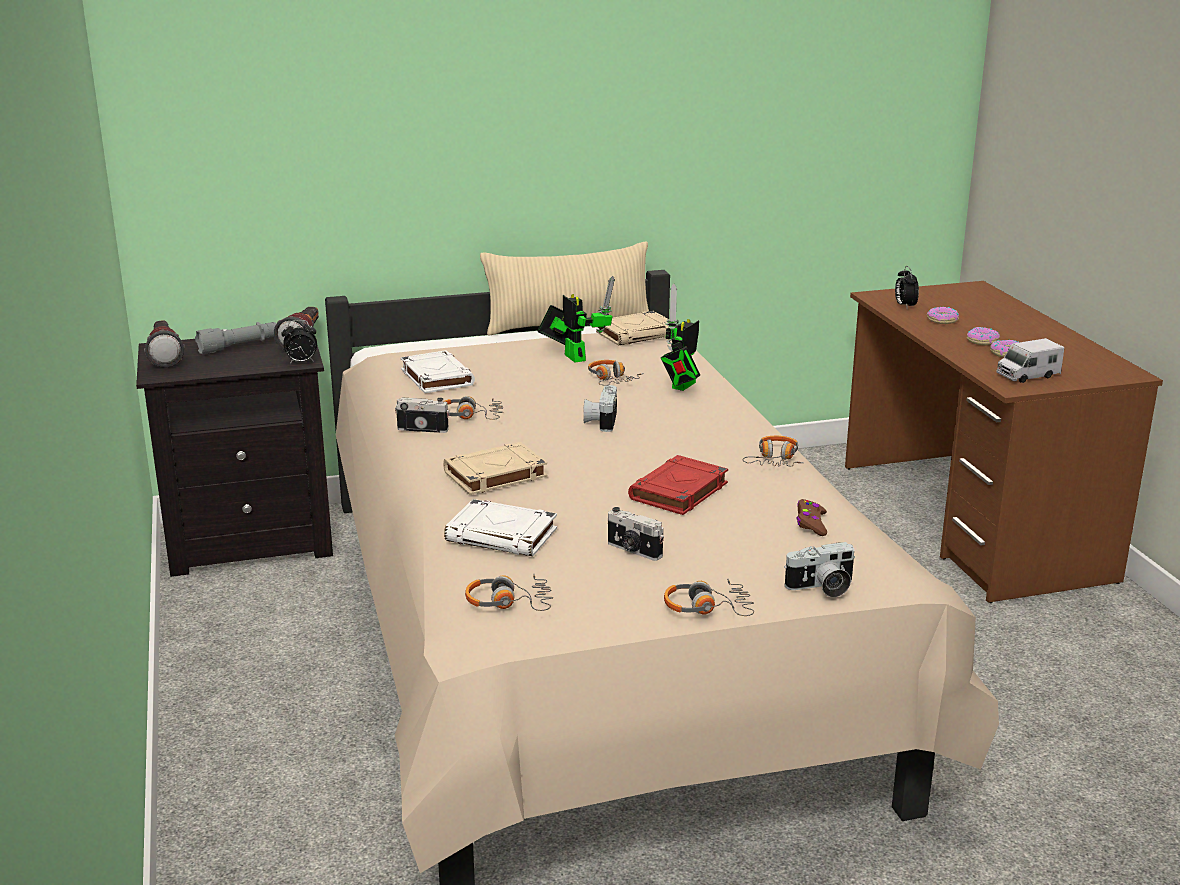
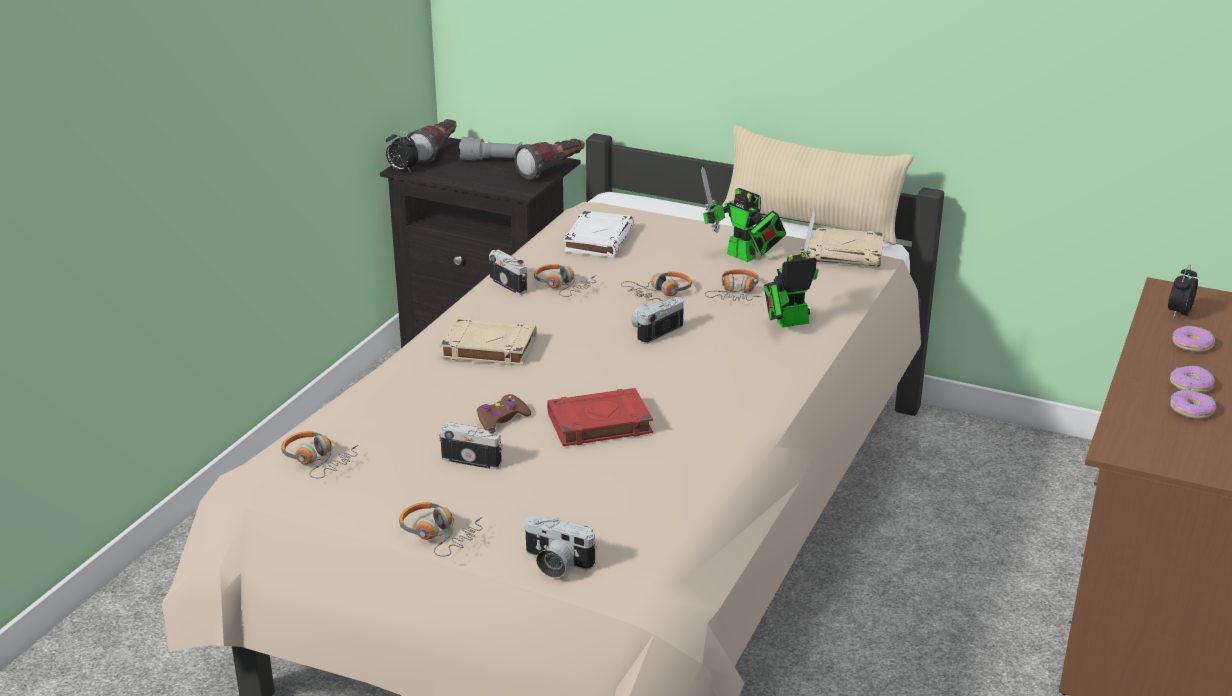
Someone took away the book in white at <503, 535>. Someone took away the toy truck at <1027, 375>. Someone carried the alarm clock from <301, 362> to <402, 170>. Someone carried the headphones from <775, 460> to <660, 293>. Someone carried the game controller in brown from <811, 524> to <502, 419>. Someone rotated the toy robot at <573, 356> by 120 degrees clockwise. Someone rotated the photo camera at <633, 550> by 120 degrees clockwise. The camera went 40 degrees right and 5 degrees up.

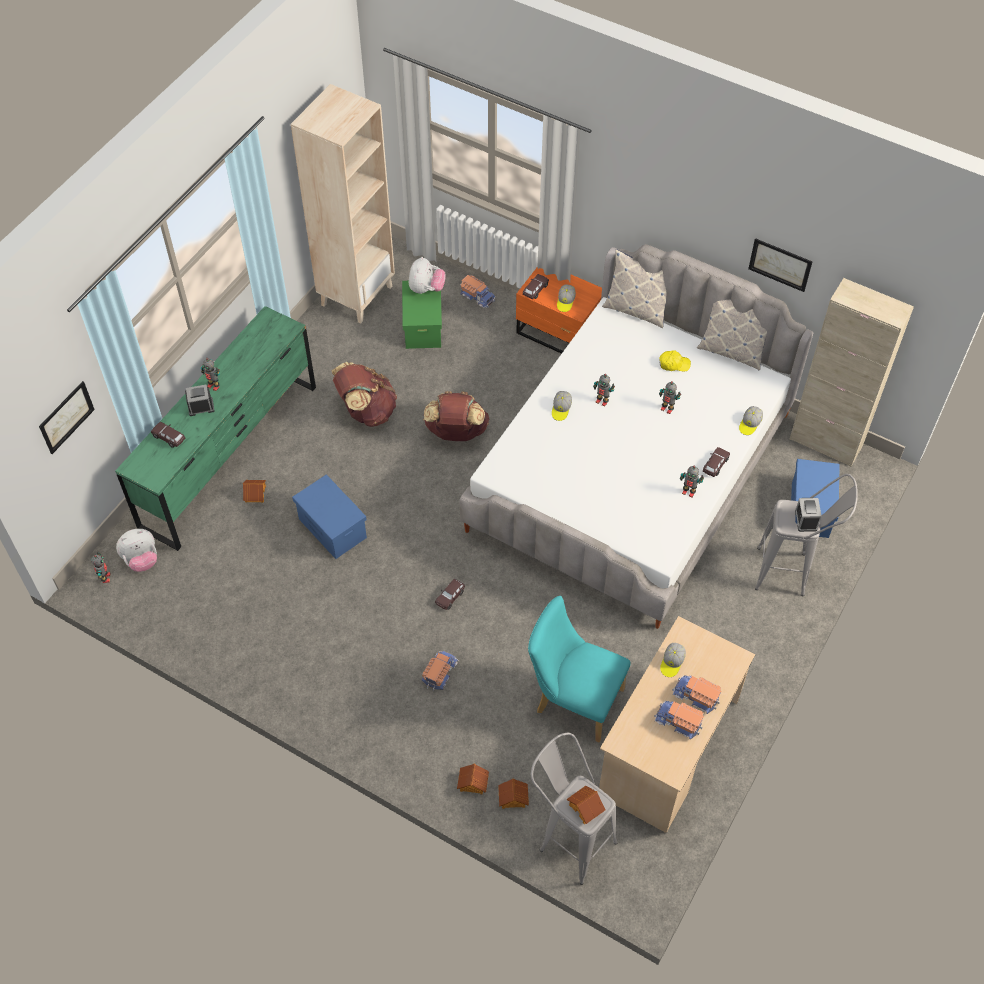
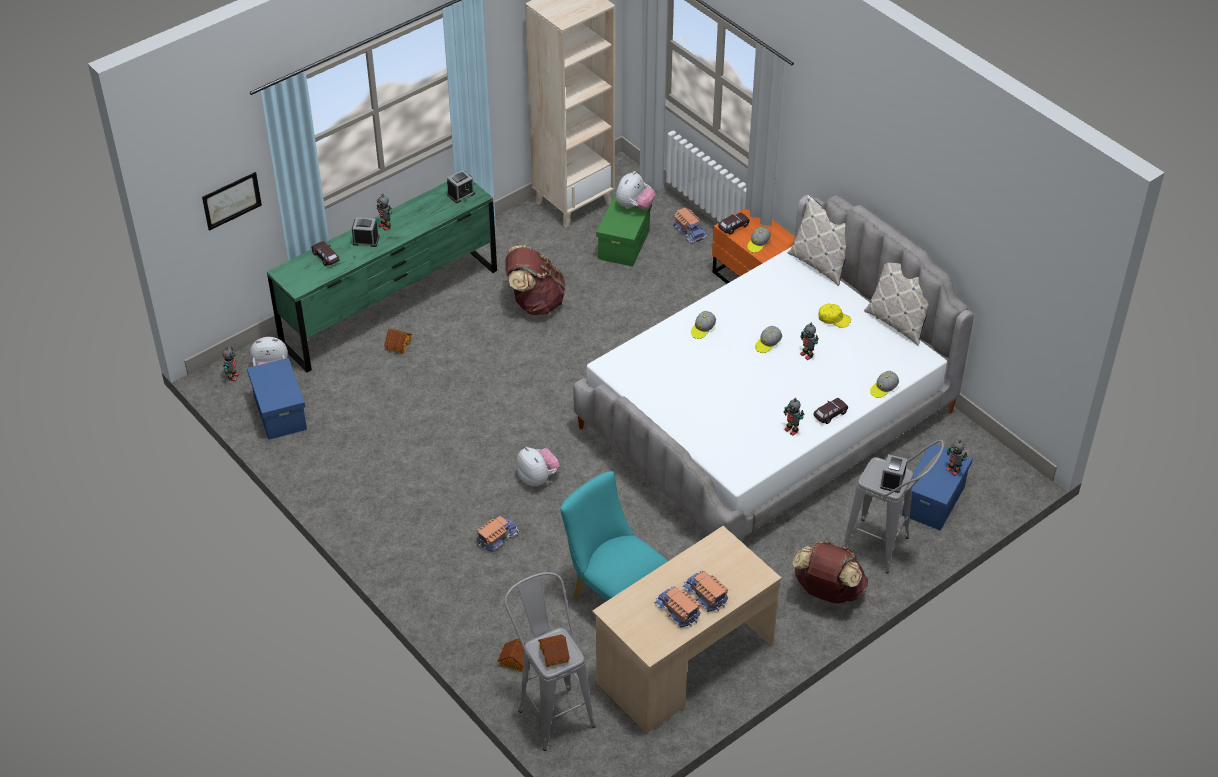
Someone took away the toy house at <472, 783>. Someone took away the picture at <780, 264>. Someone took away the cabinet in beige at <825, 443>. Someone put down the alarm clock at <461, 194>. Someone carried the storage box in blue from <332, 528> to <279, 412>. Someone carried the backpack in brown from <456, 433> to <827, 592>. Someone carried the toy robot from <602, 401> to <953, 470>. Someone carried the cap from <672, 662> to <768, 344>. Someone swapped the toy car in brown at <450, 597> for the plush toy at <538, 478>. The camera went 20 degrees right and 10 degrees down.

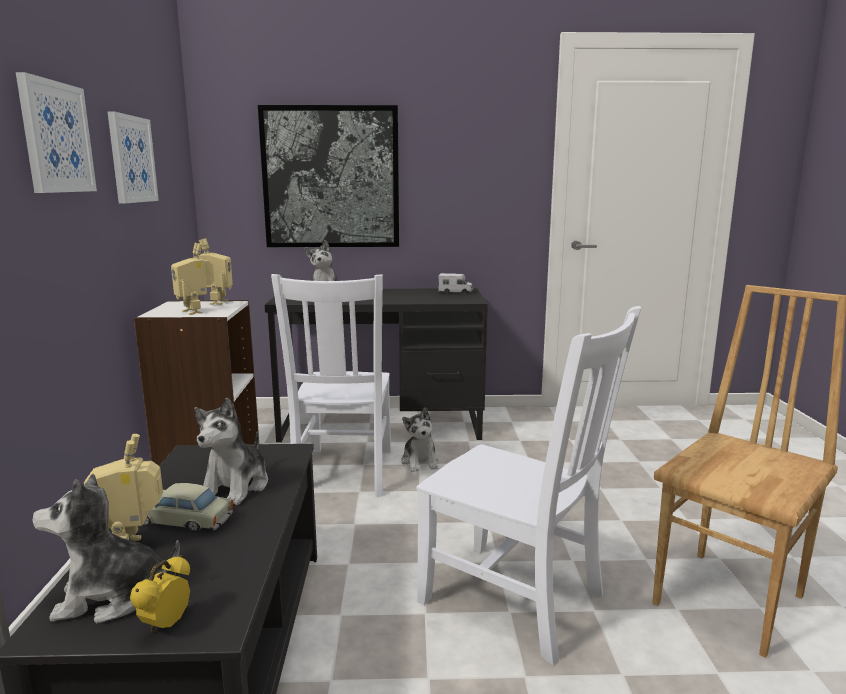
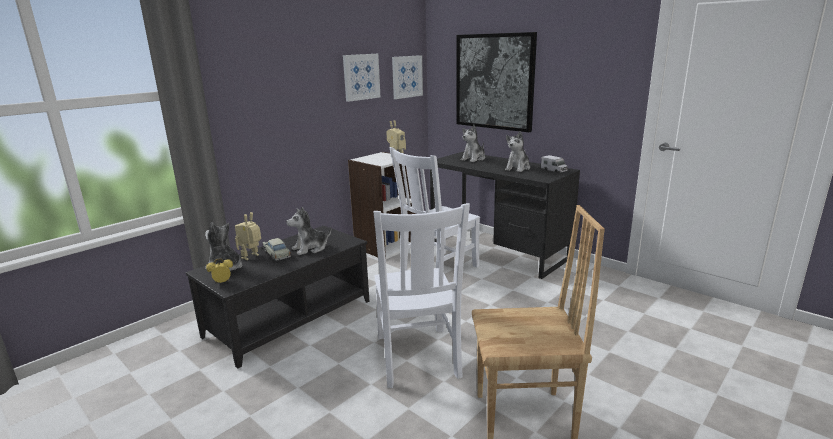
Someone took away the toy robot at <196, 311>. Someone carried the picture from <56, 137> to <407, 76>. Someone carried the plush toy from <420, 462> to <517, 168>. The camera went 45 degrees right and 5 degrees up.

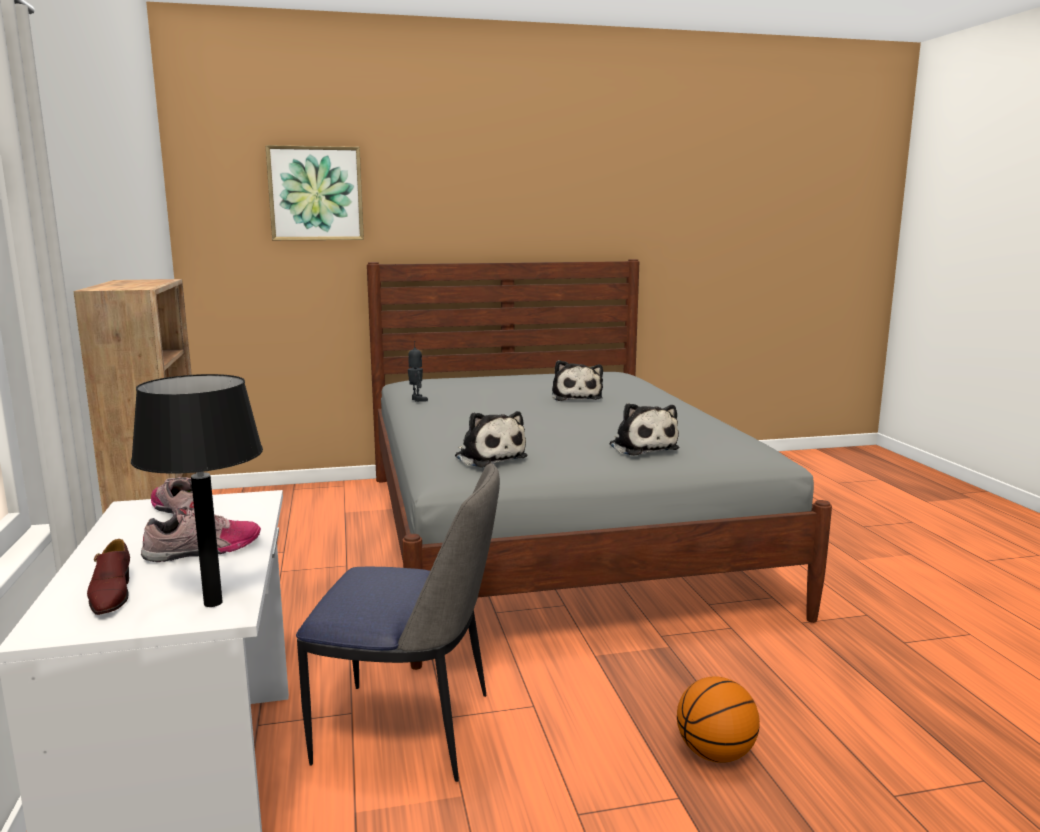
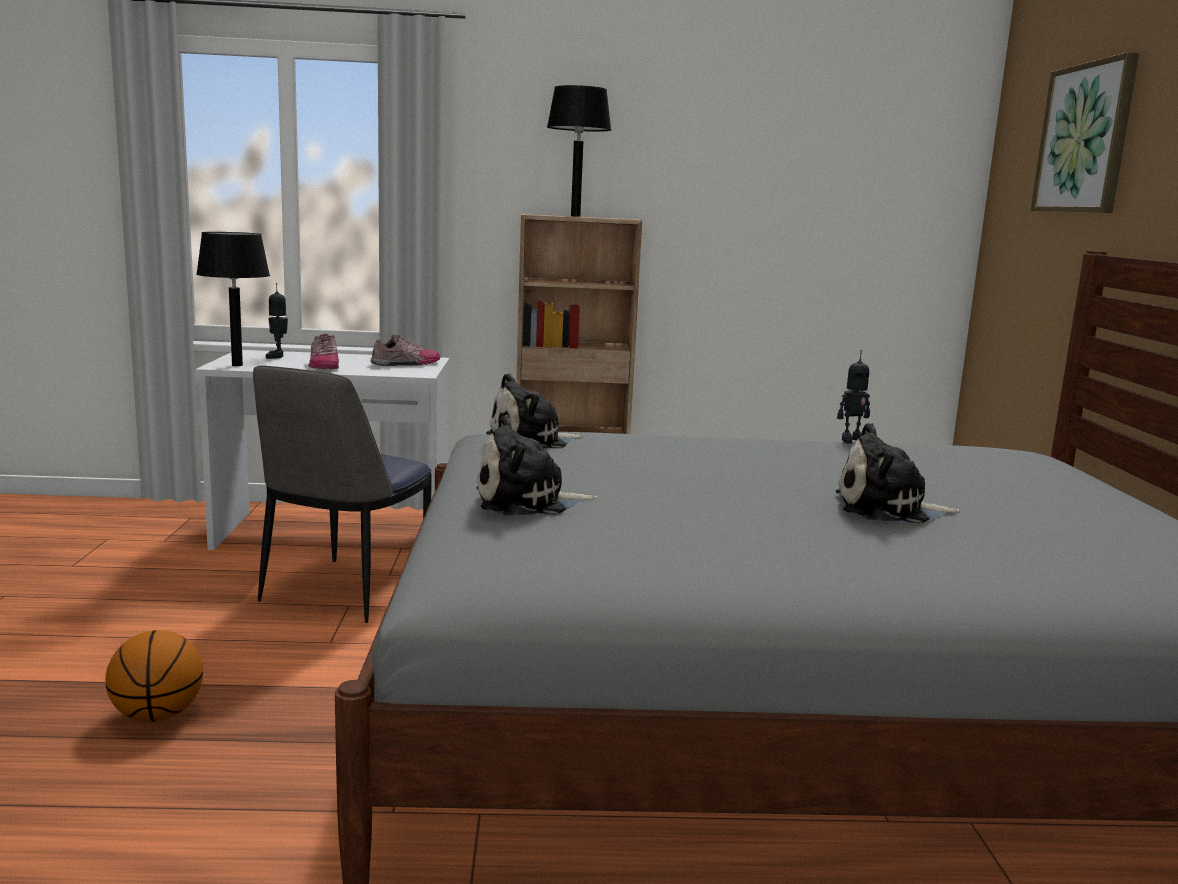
Someone put down the table lamp in black at <576, 216>. Someone swapped the shoe in brown at <111, 595> for the toy robot at <277, 357>. The camera went 100 degrees right and 0 degrees up.

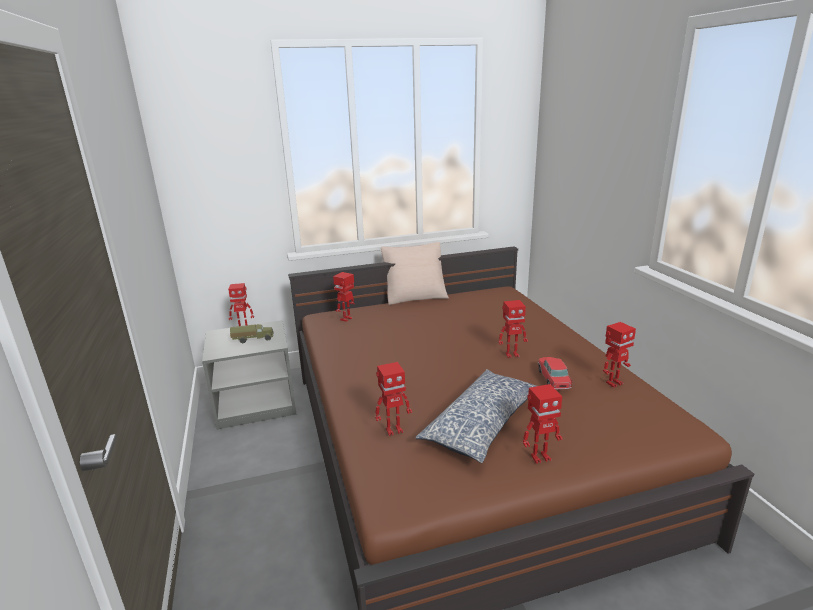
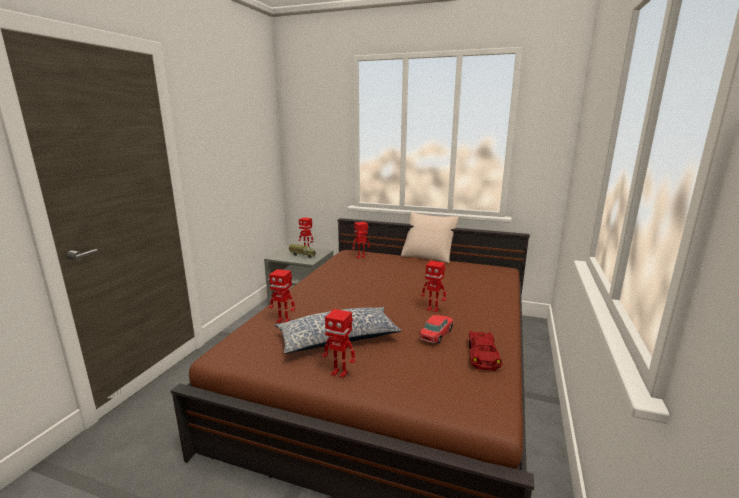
Someone swapped the toy robot at <613, 383> for the toy car in red at <482, 355>. The camera went 35 degrees right and 5 degrees down.

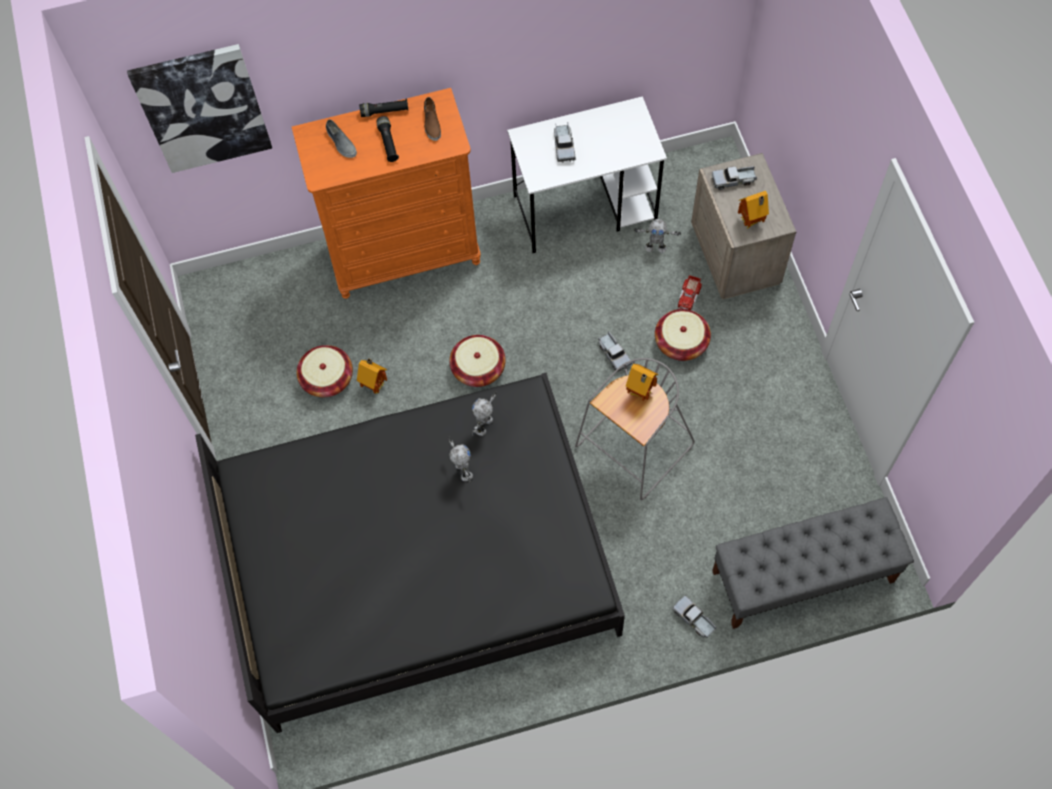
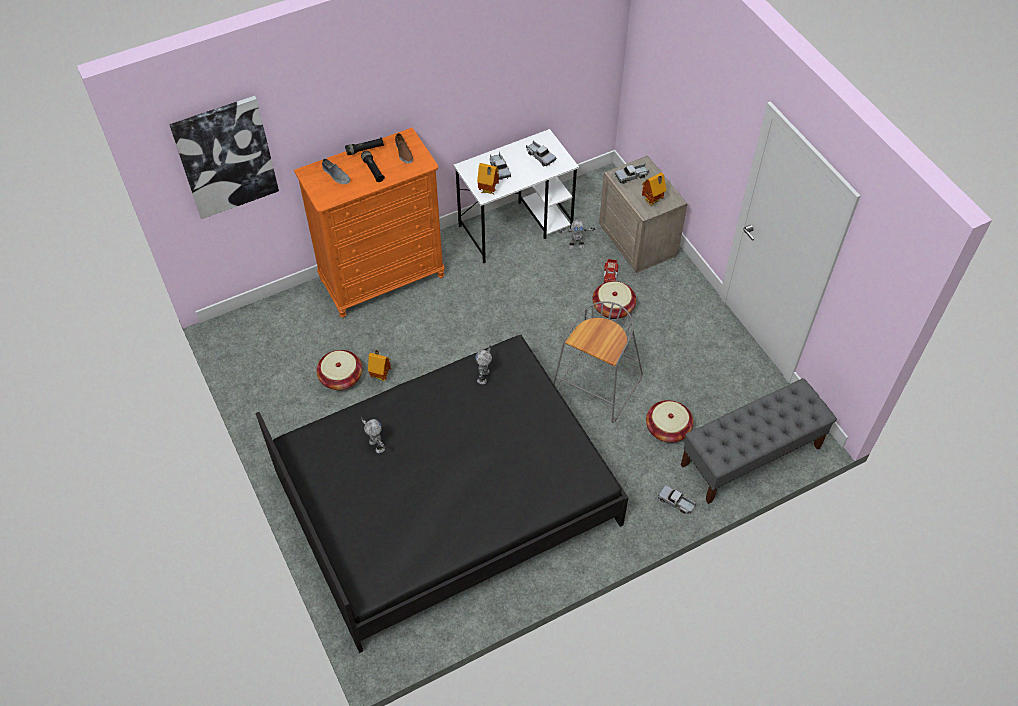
Someone carried the toy robot from <462, 471> to <376, 445>. Someone carried the basket from <478, 368> to <667, 428>. Someone carried the toy truck from <613, 354> to <540, 156>. Someone carried the toy house from <640, 393> to <488, 192>. The camera went 15 degrees left and 10 degrees down.

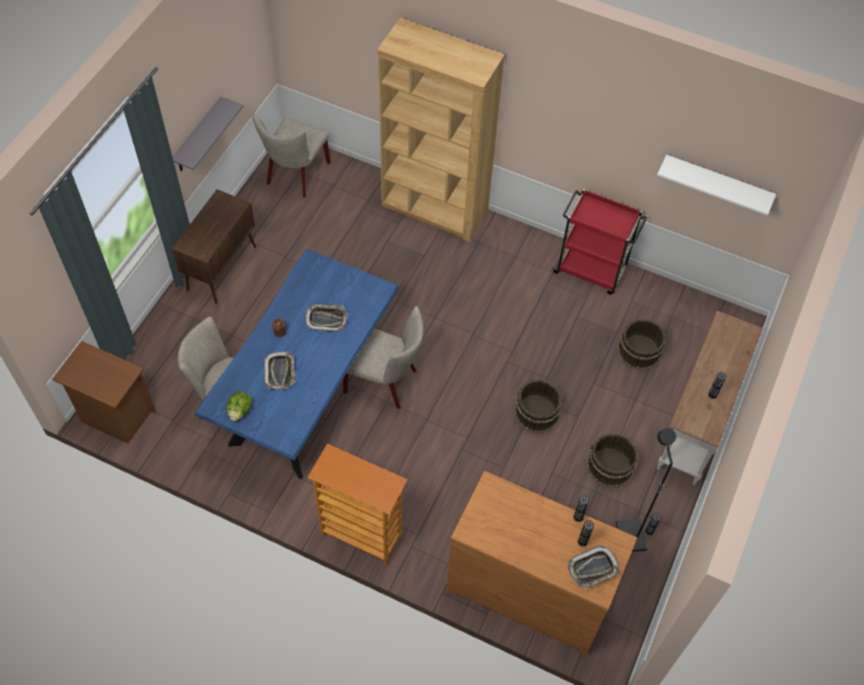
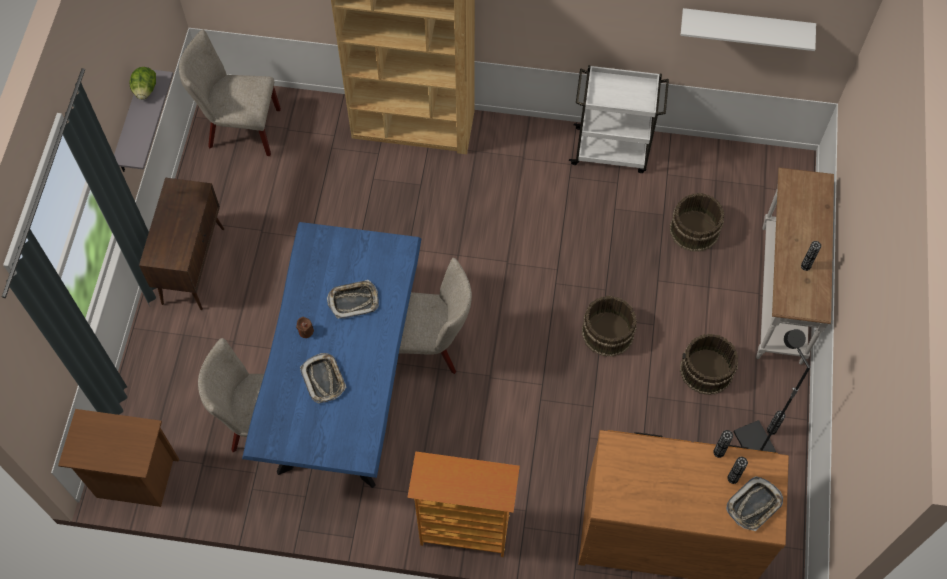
Someone carried the lettuce from <240, 411> to <145, 90>. Someone repainted the cart in red at <591, 270>, which became the cart in white at <612, 150>. Someone rotated the chair in beige at <295, 175> by 90 degrees clockwise. The camera went 15 degrees left and 5 degrees up.

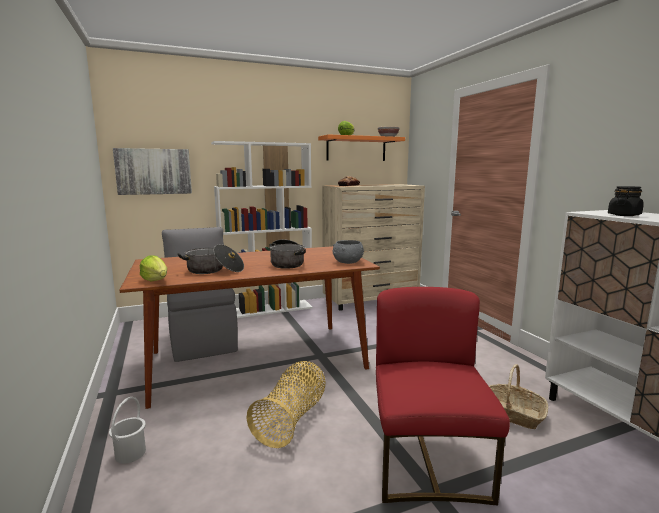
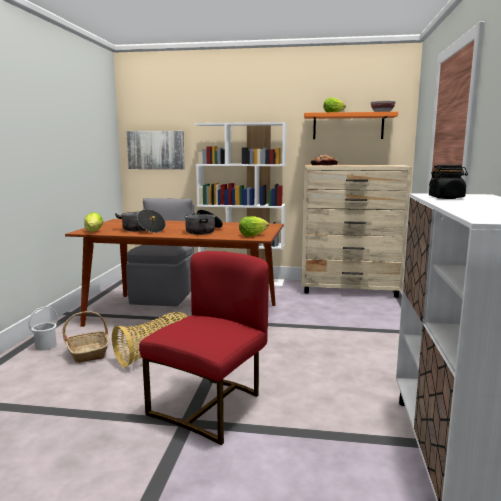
Someone carried the basket from <512, 413> to <88, 352>. Someone swapped the bowl in grey at <347, 262> for the lettuce at <252, 235>. The camera went 30 degrees right and 0 degrees up.

